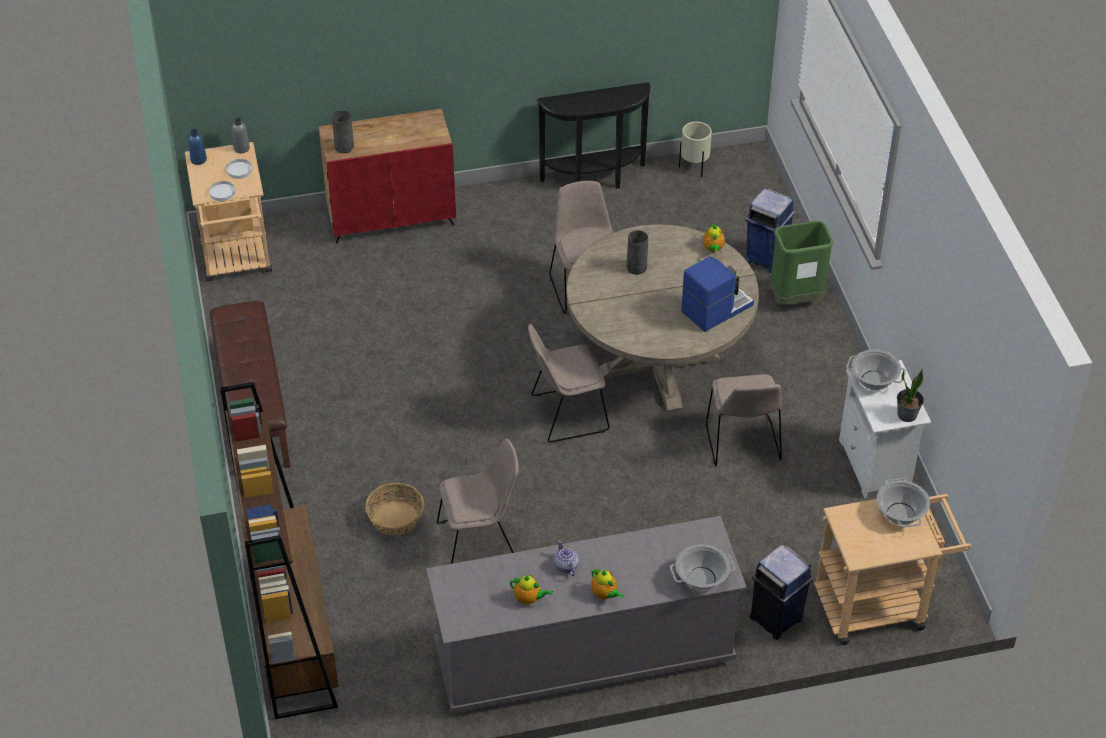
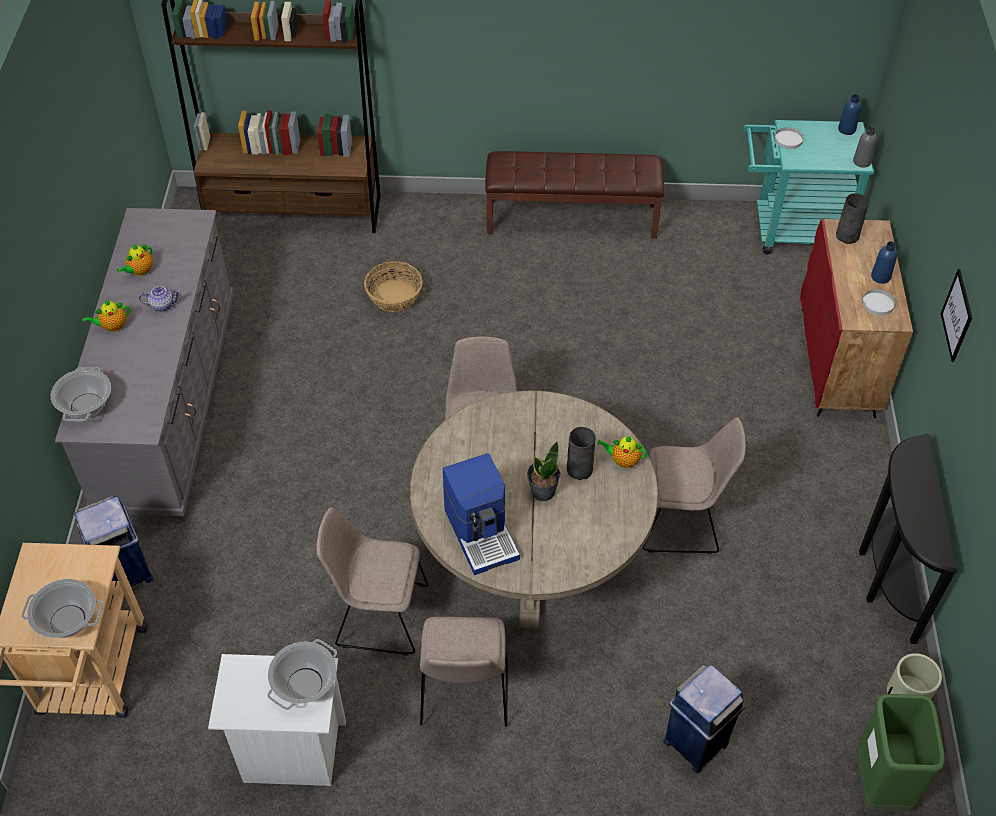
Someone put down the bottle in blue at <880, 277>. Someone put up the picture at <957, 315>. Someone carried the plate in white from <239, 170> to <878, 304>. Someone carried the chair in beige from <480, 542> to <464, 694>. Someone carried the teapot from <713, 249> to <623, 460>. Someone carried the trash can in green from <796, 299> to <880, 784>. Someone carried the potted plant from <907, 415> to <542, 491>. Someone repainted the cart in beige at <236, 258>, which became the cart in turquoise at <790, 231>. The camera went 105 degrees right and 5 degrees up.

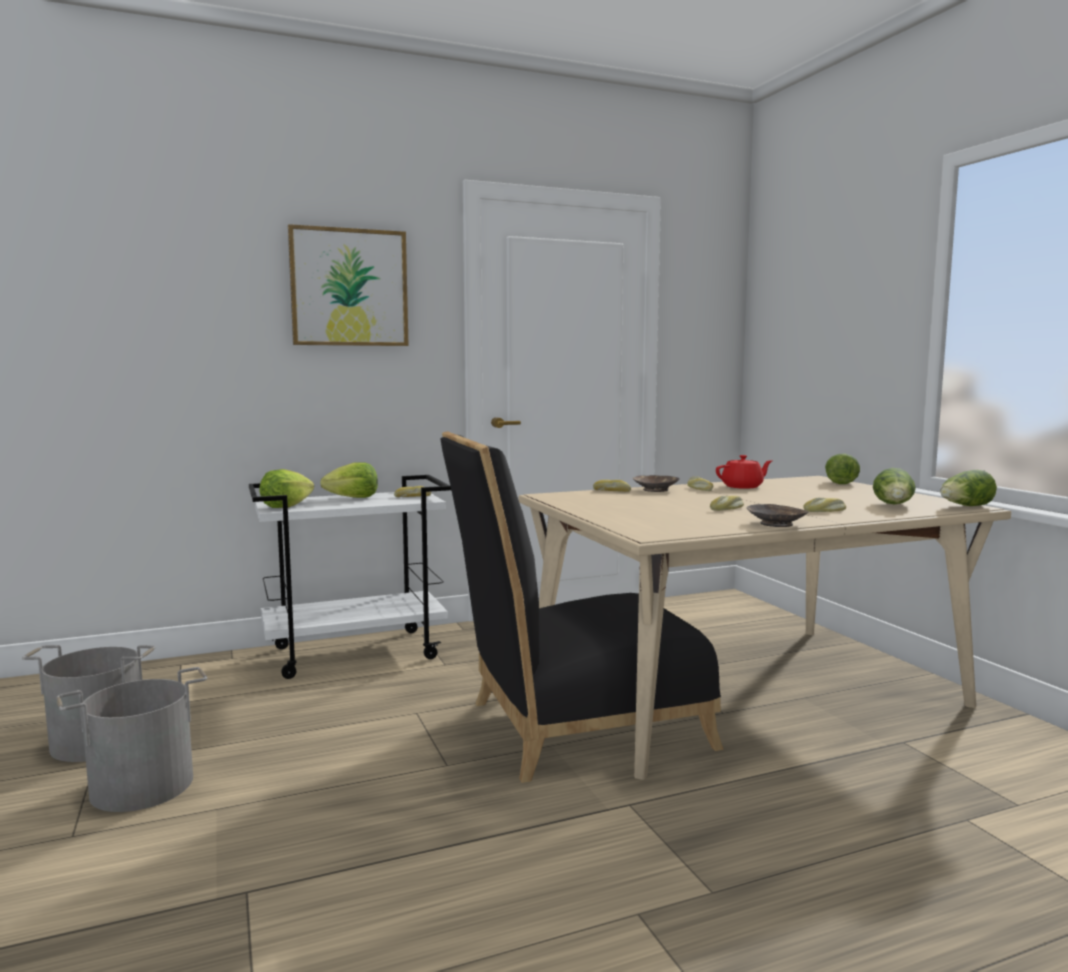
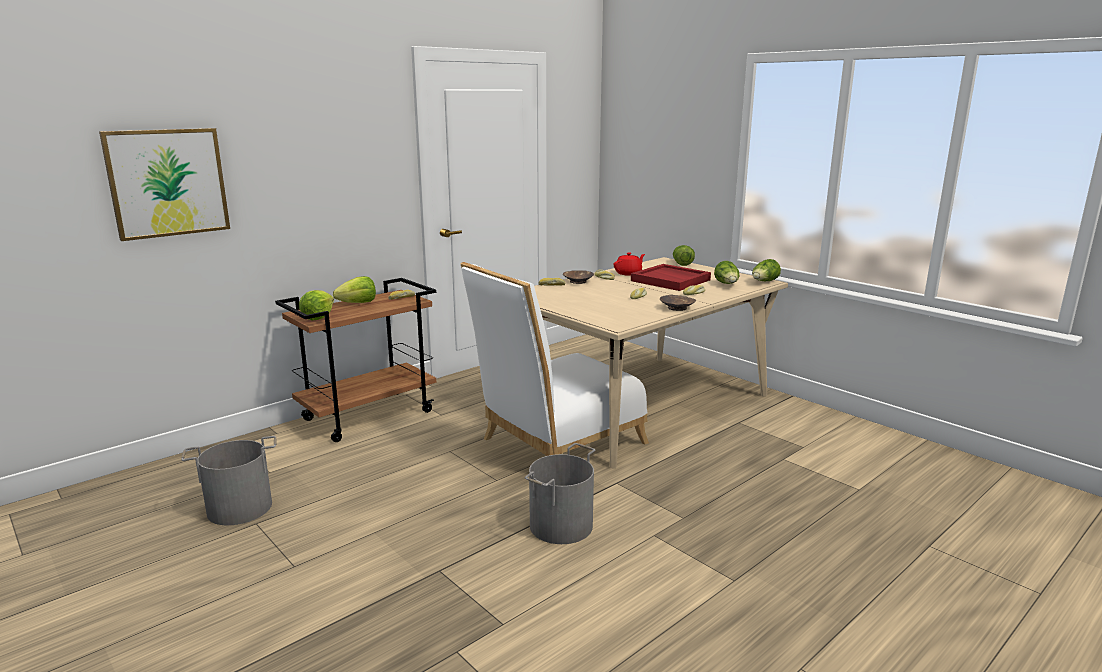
Someone put down the tray in red at <671, 280>. Someone carried the bucket in grey from <142, 785> to <560, 525>. Someone carried the picture from <349, 288> to <167, 183>. Someone repainted the cart in white at <356, 652>, which became the cart in brown at <369, 415>. Someone repainted the chair in black at <574, 727>, which became the chair in white at <556, 444>. The camera went 20 degrees left and 10 degrees up.

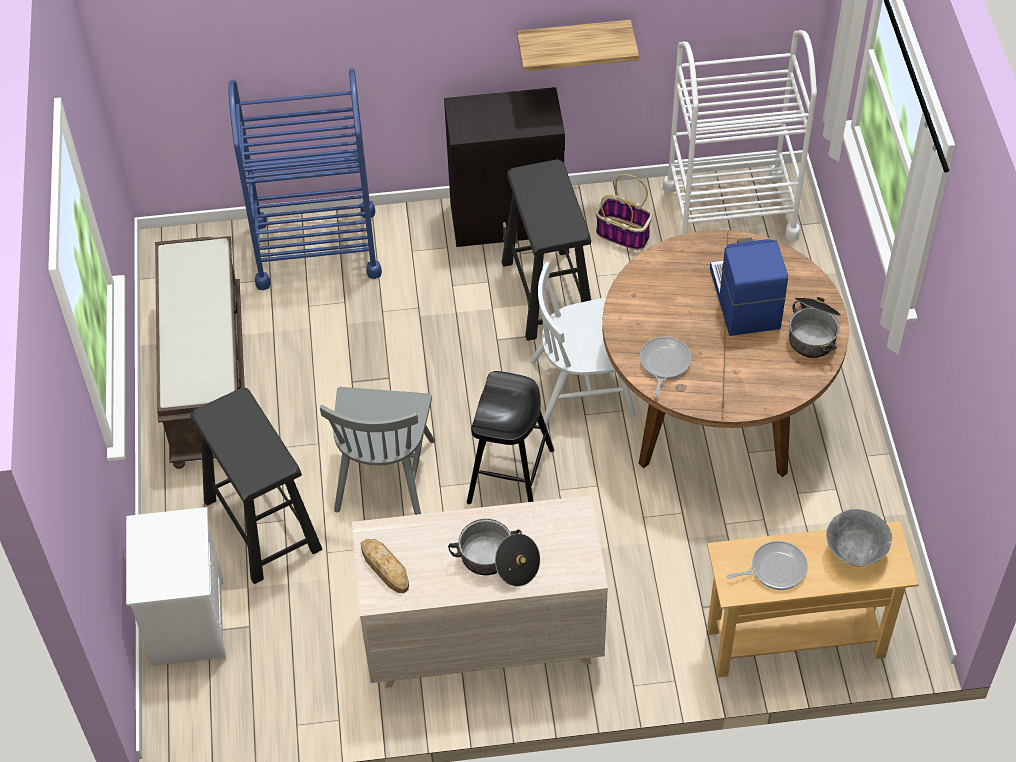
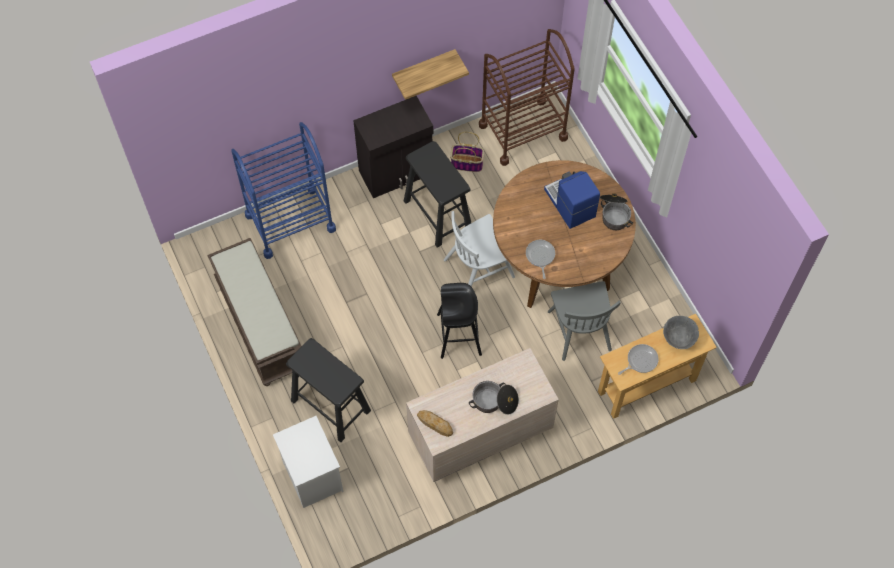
Someone carried the chair in grey from <384, 474> to <579, 330>. Someone repainted the cart in white at <730, 211>, which became the cart in brown at <522, 131>. The camera went 20 degrees left and 10 degrees up.

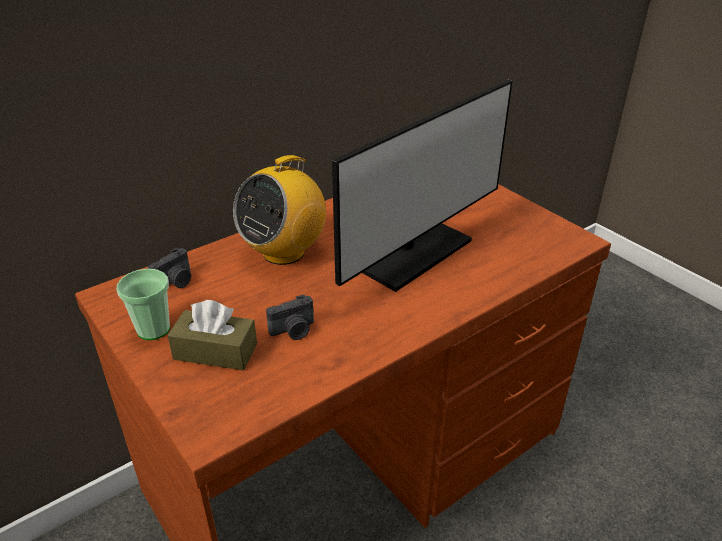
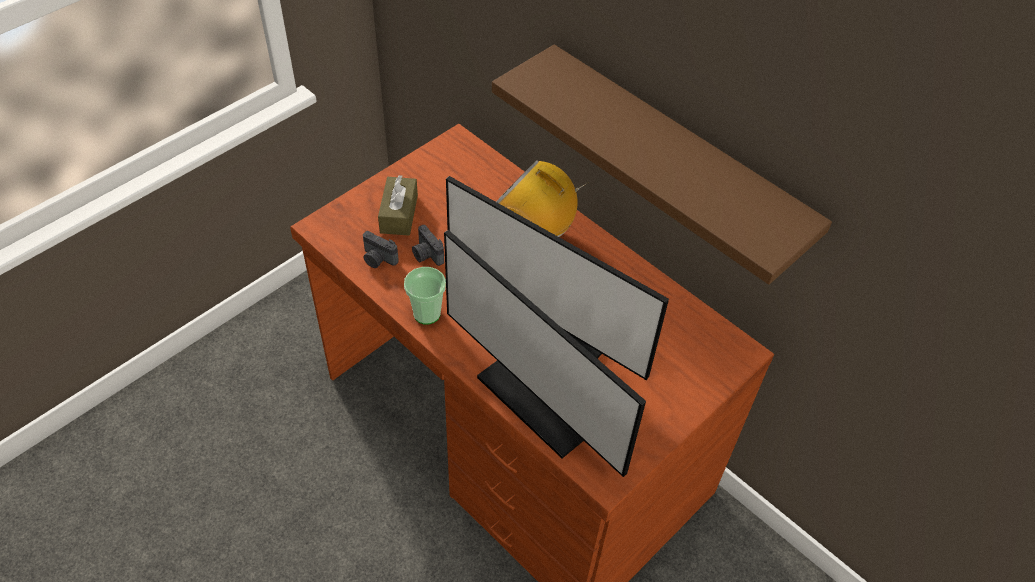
Someone put down the monitor at <539, 400>. Someone put up the shelf in brown at <675, 157>. Someone carried the cup from <153, 329> to <427, 313>. Someone carried the photo camera from <175, 282> to <378, 259>. The camera went 80 degrees right and 15 degrees up.

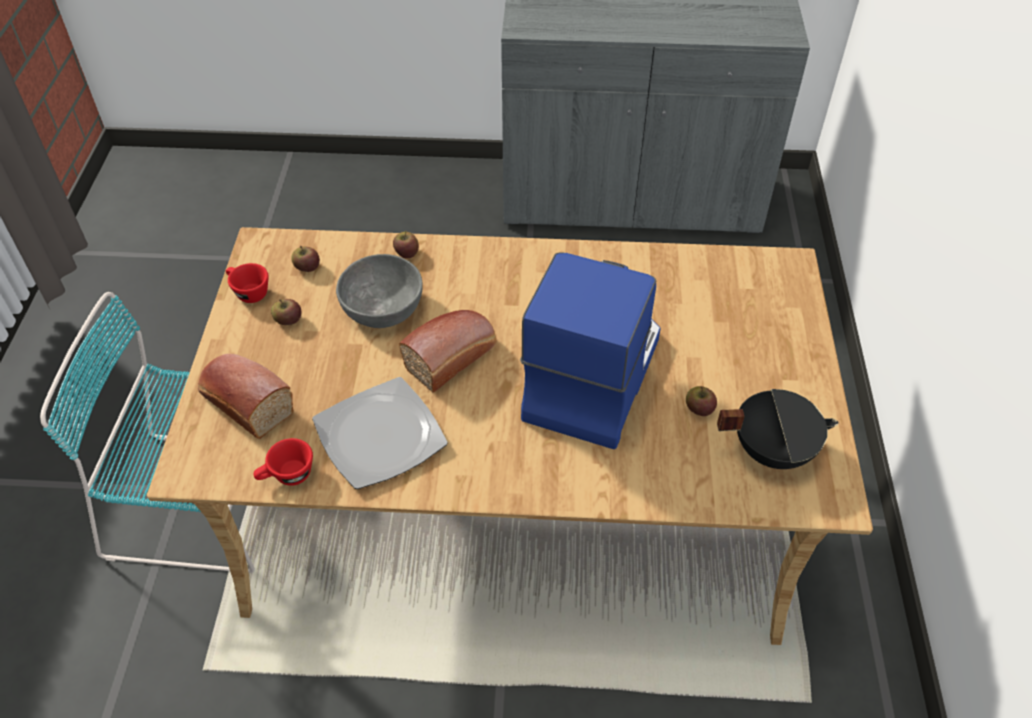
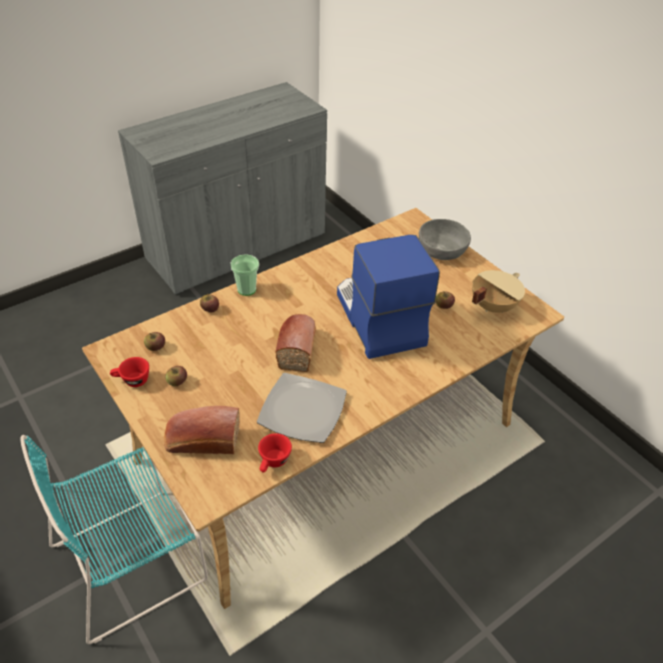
Someone put down the cup at <246, 289>. Someone carried the bowl in grey from <383, 308> to <442, 250>. Someone repainted the cooking pot in black at <771, 449>, which became the cooking pot in beige at <492, 306>. The camera went 40 degrees left and 5 degrees down.

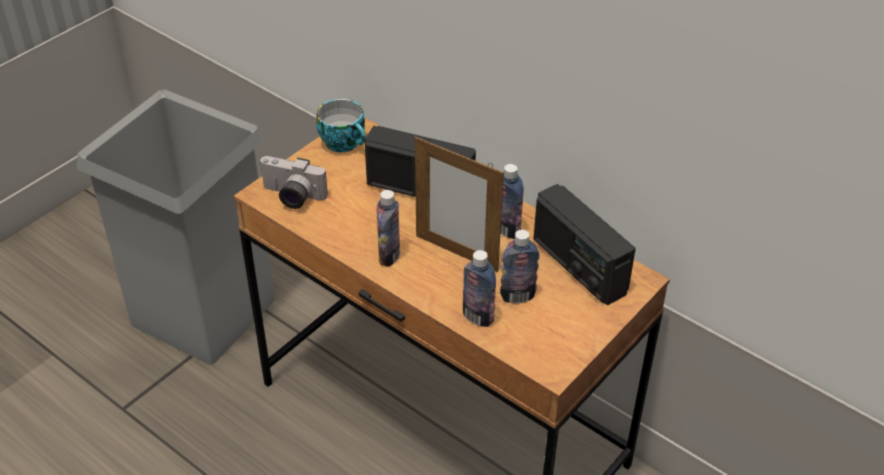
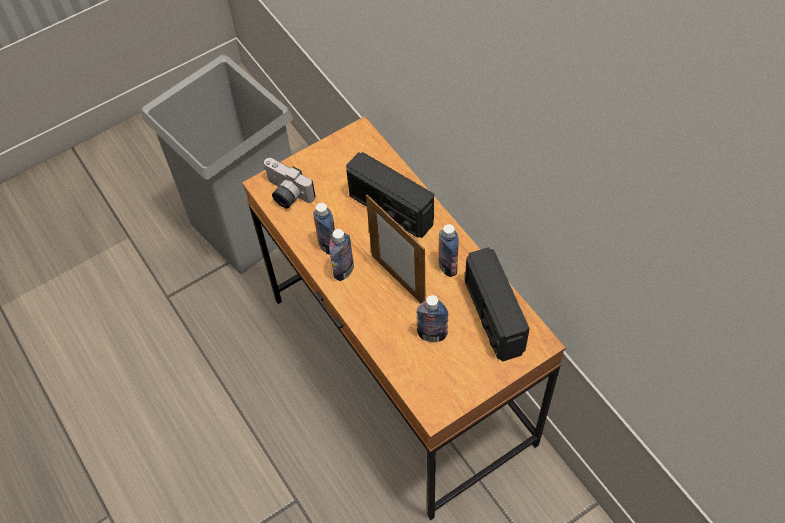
Someone took away the cup at <344, 142>. Someone carried the bottle from <478, 317> to <328, 245>. The camera went 20 degrees right and 15 degrees up.

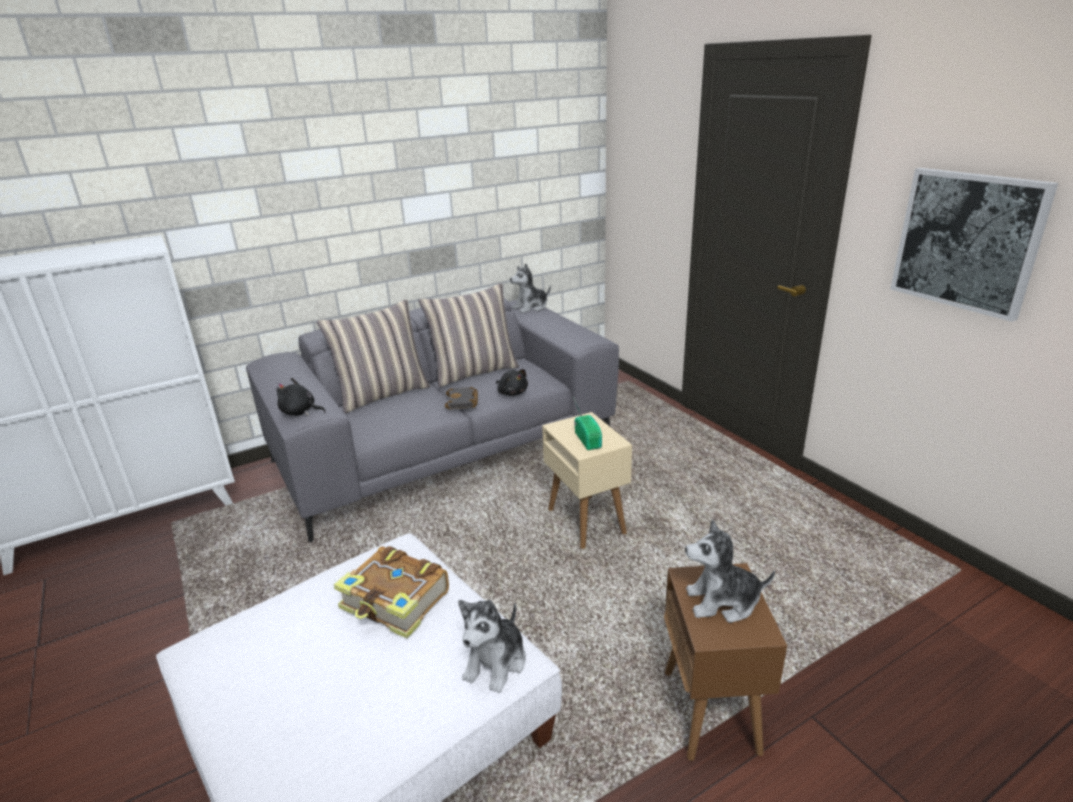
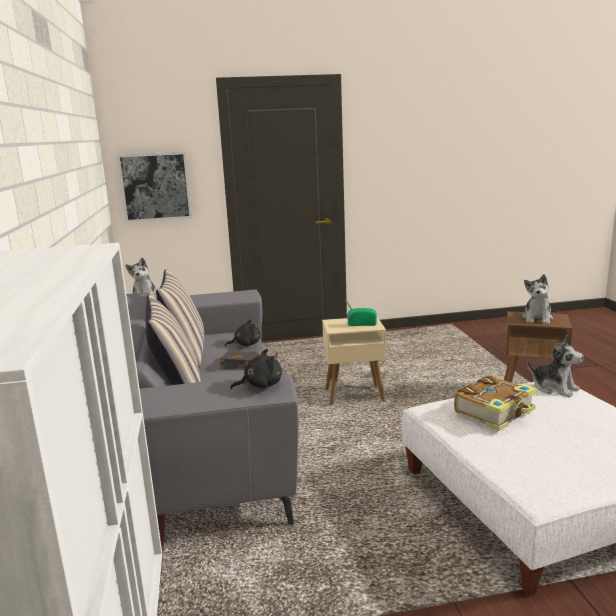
Someone carried the picture from <967, 241> to <155, 186>. Someone rotated the plush toy in black at <300, 412> by 150 degrees counterclockwise. The camera went 70 degrees left and 10 degrees down.

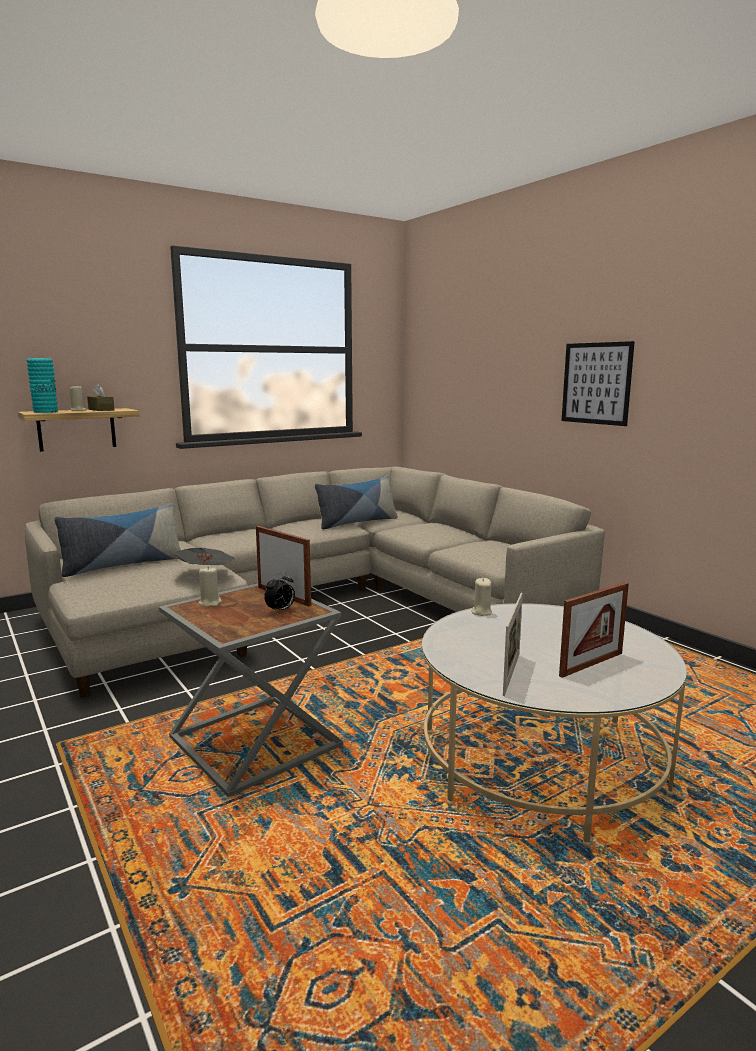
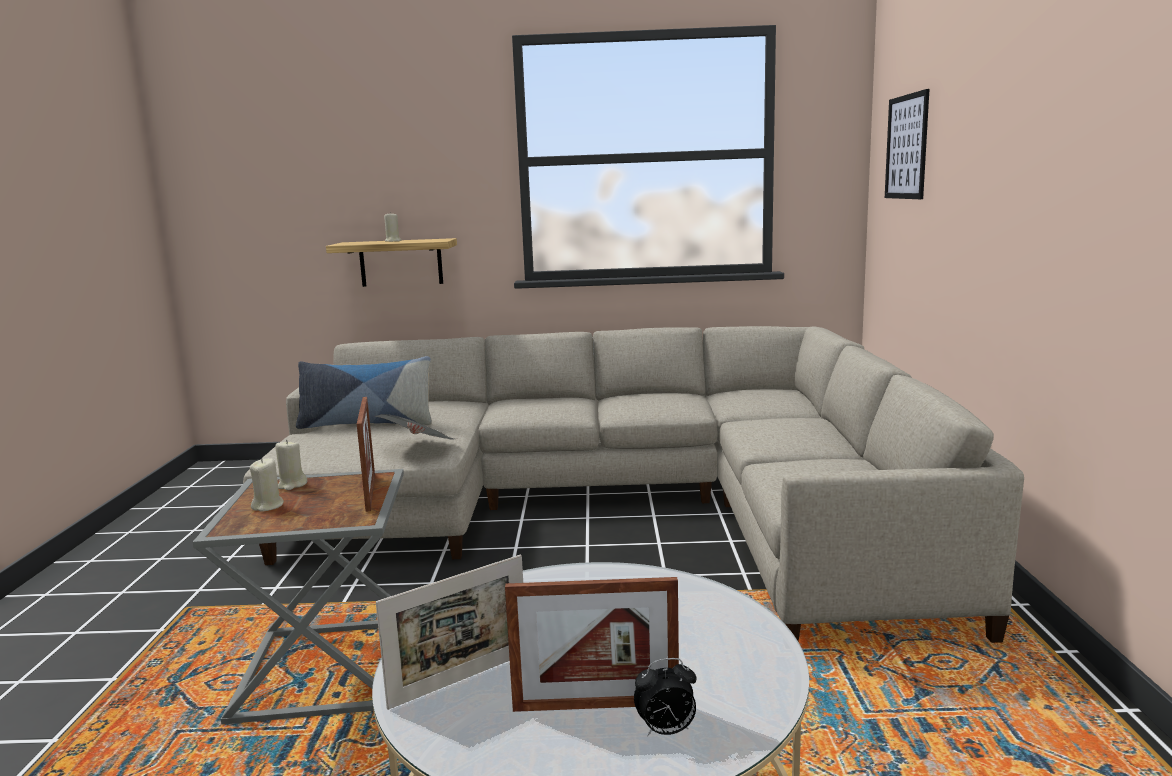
Someone took away the vase in turquoise at <45, 412>. Someone took away the tissue box in brown at <101, 410>. Someone took away the pillow at <357, 522>. Someone carried the alarm clock from <280, 610> to <666, 731>. Someone carried the candle in beige from <481, 612> to <268, 506>. Someone carried the picture from <596, 383> to <906, 147>. The camera went 35 degrees right and 0 degrees up.

